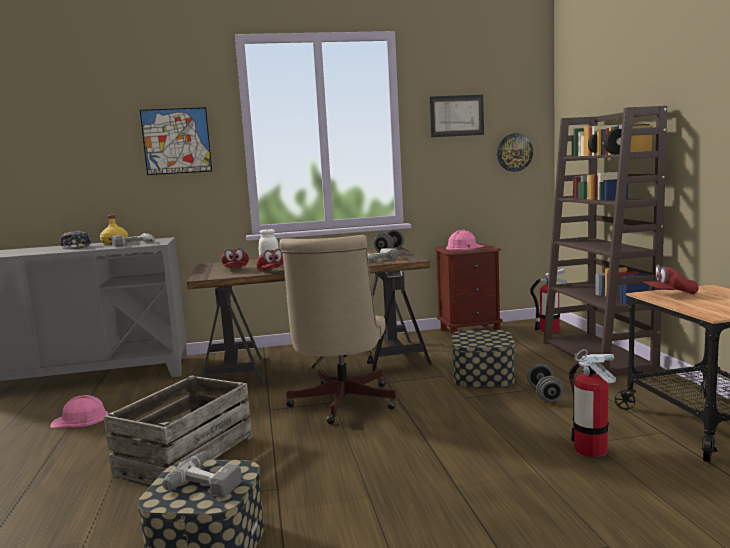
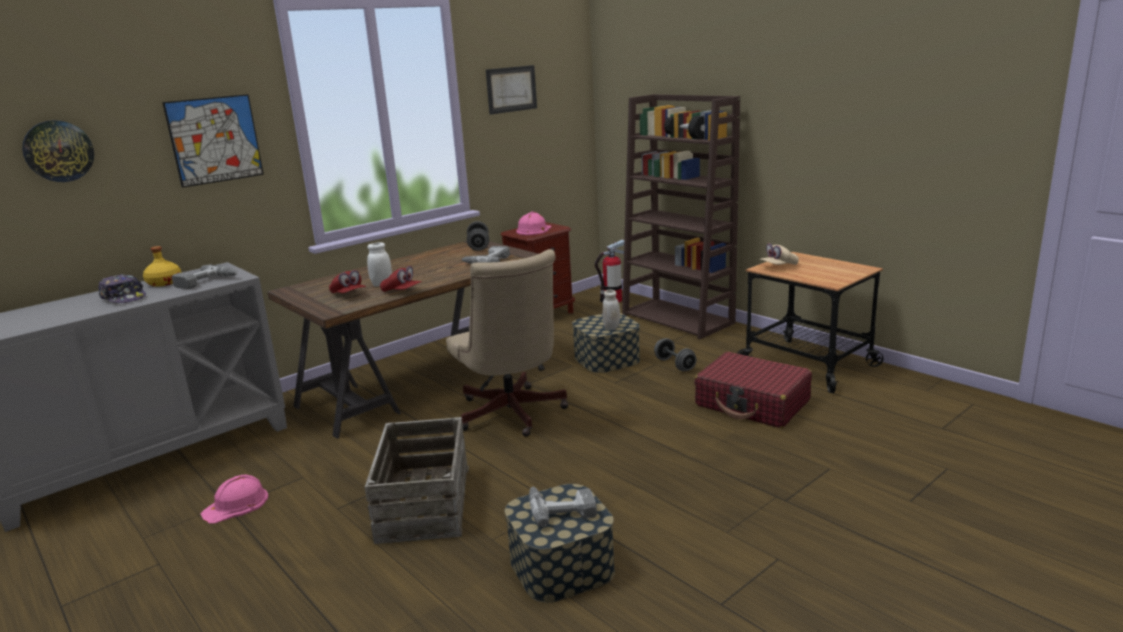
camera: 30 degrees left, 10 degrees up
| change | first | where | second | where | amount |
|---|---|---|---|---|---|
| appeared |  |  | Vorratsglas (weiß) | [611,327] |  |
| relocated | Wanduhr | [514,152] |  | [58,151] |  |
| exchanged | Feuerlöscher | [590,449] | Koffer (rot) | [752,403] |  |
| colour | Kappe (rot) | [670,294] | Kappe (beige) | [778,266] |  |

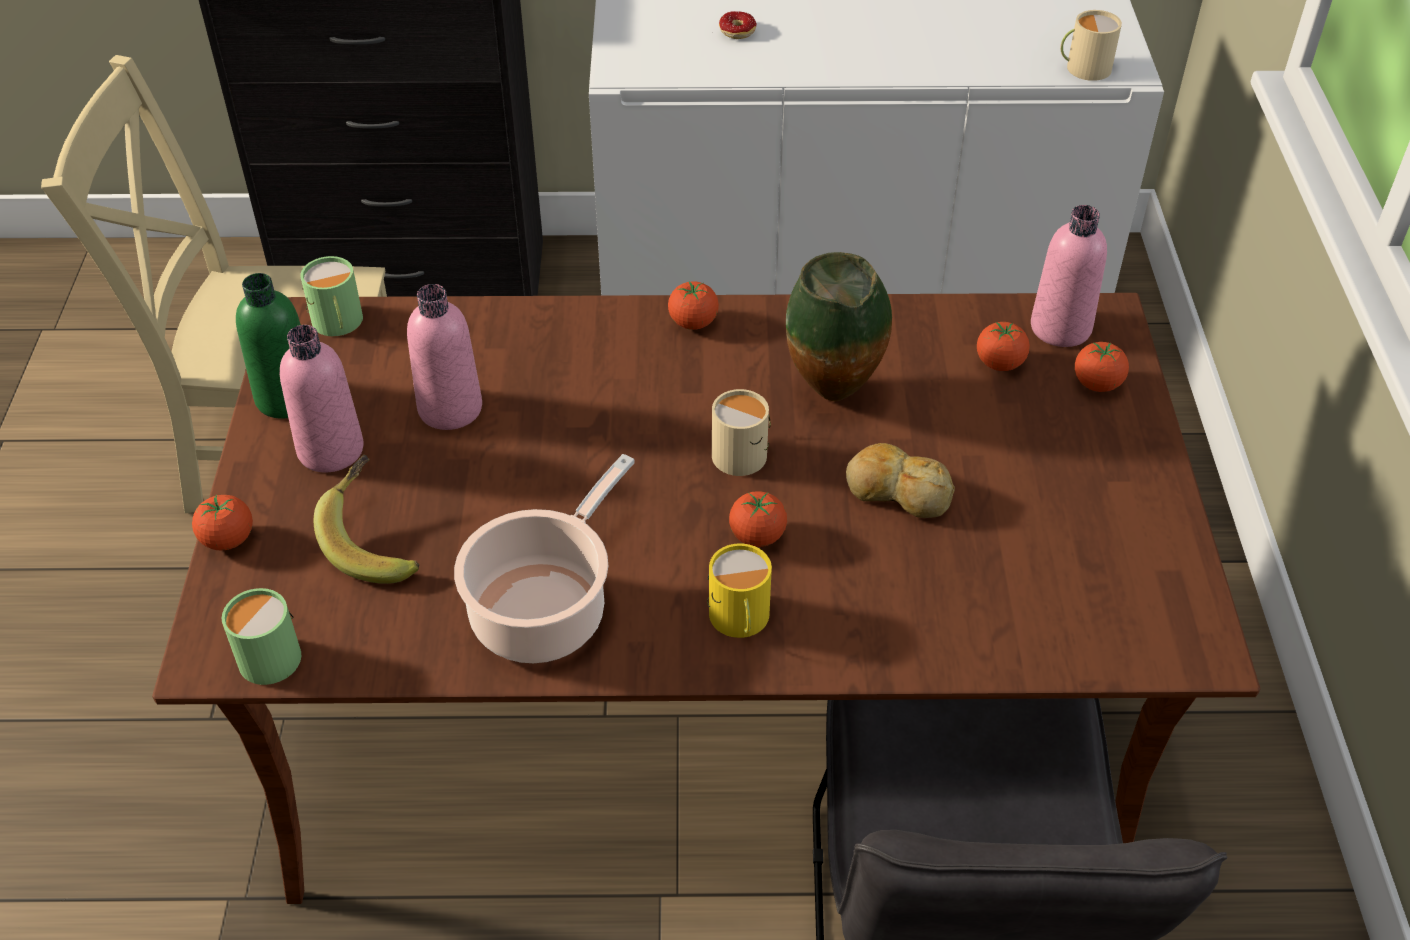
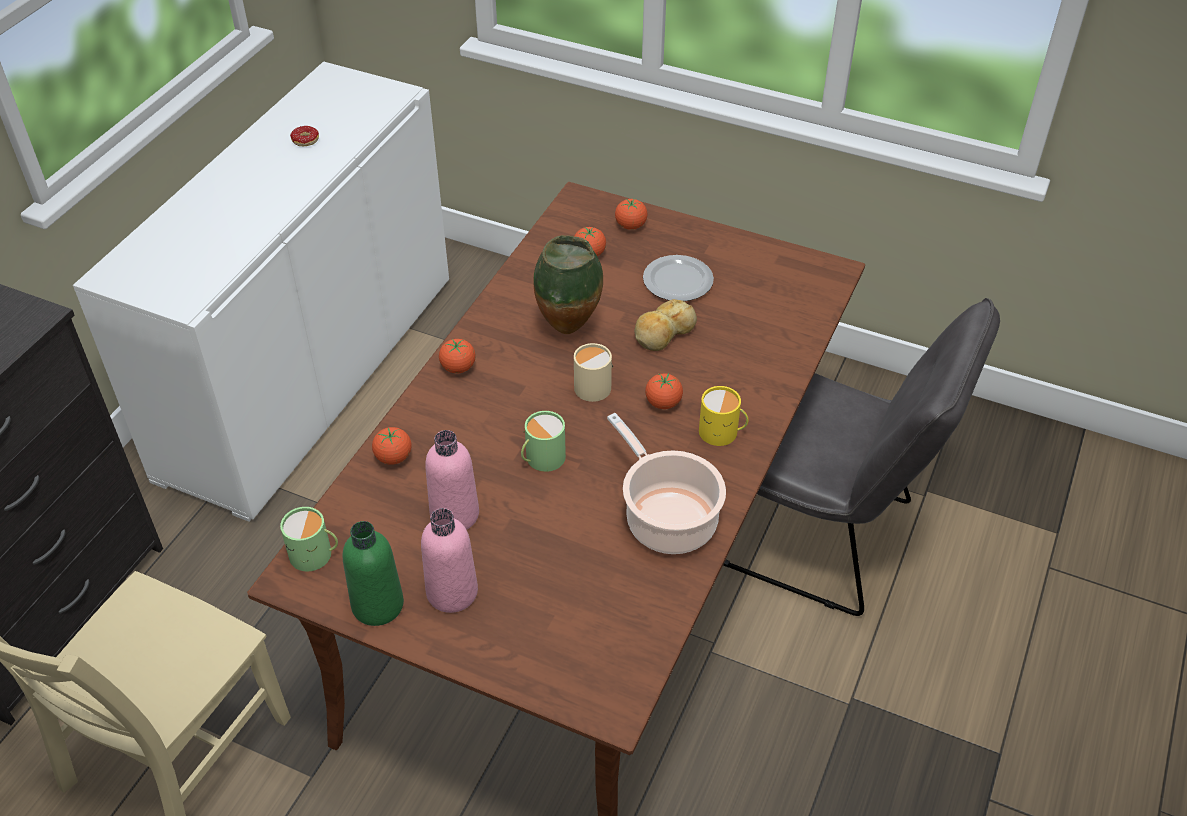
camera: 65 degrees left, 0 degrees up
| change | first | where | second | where | amount |
|---|---|---|---|---|---|
| missing | Banane | [377,541] |  |  |  |
| missing | Flasche (rosa) | [1060,328] |  |  |  |
| missing | Henkelbecher (beige) | [1083,67] |  |  |  |
| appeared |  |  | Teller | [678,280] |  |
| relocated | Tomate | [228,540] |  | [393,457] |  |
| relocated | Henkelbecher (grün) | [264,655] |  | [541,458] |  |
| relocated | Donut | [731,33] |  | [304,143] |  |

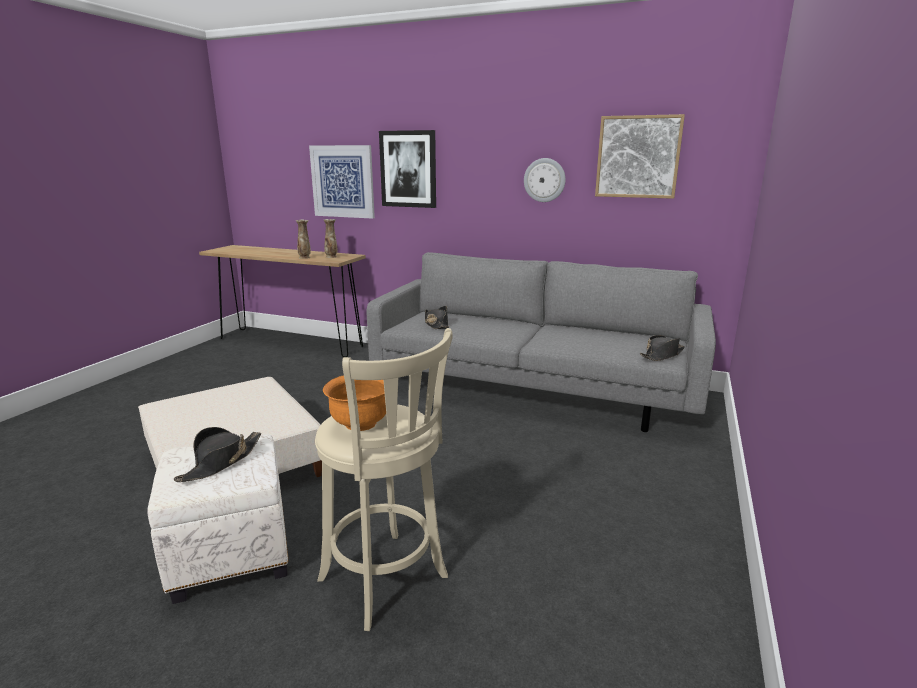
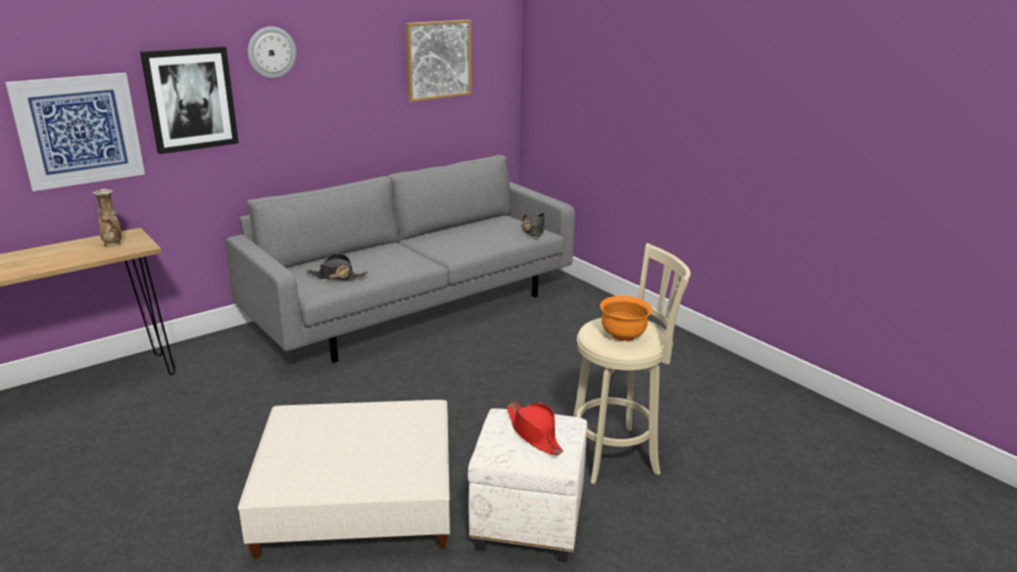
camera: 60 degrees left, 5 degrees up
| change | first | where | second | where | amount |
|---|---|---|---|---|---|
| missing | Vase | [304,257] |  |  |  |
| relocated | Wanduhr | [544,180] |  | [271,52] |  |
| colour | Hut (schwarz) | [221,462] | Hut (rot) | [534,433] |  |

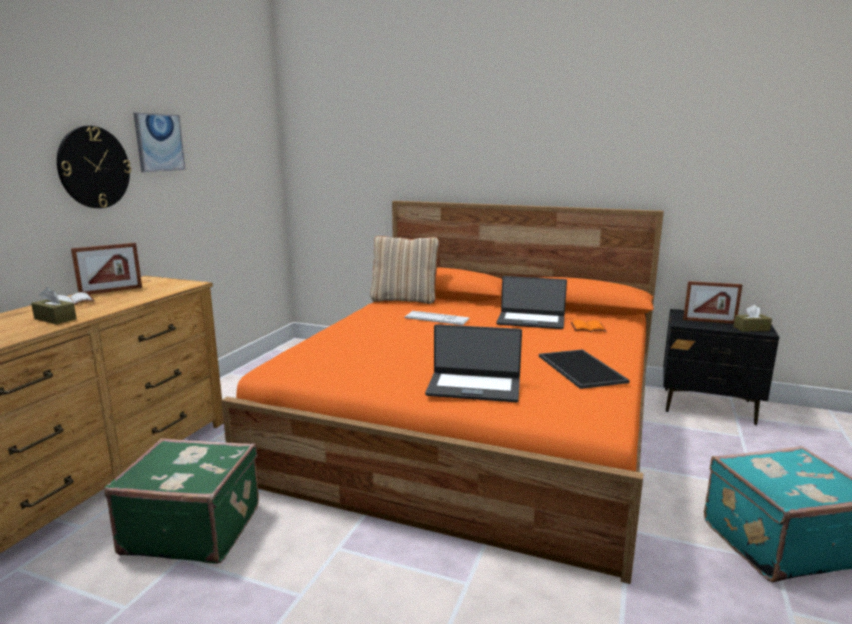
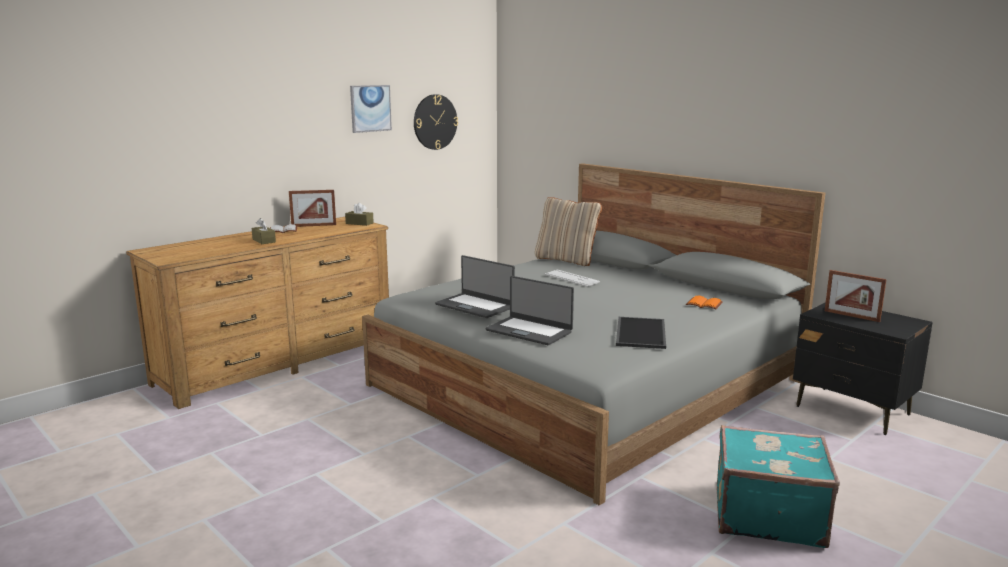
camera: 25 degrees right, 0 degrees up
| change | first | where | second | where | amount |
|---|---|---|---|---|---|
| missing | Koffer (grün) | [193,528] |  |  |  |
| relocated | Wanduhr | [94,167] |  | [435,122] |  |
| relocated | Laptop | [531,321] |  | [475,306] |  |
| relocated | Taschentuchbox (braun) | [751,329] |  | [359,223] |  |
| colour | Bett (orange) | [473,426] | Bett (grau) | [587,383] |  |

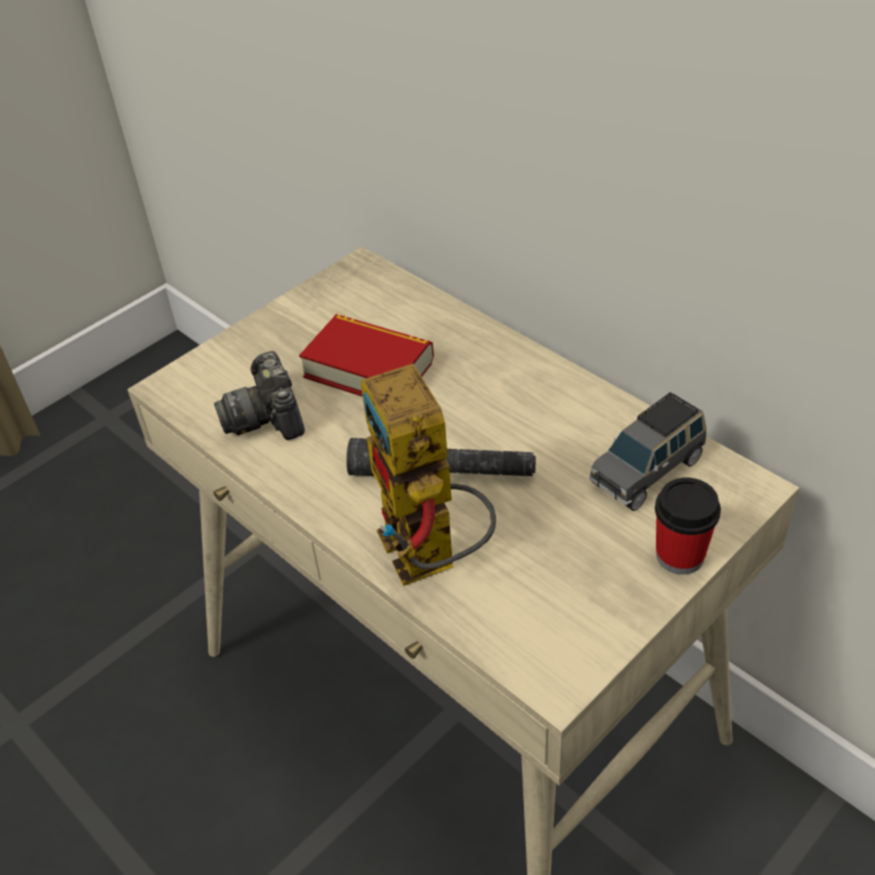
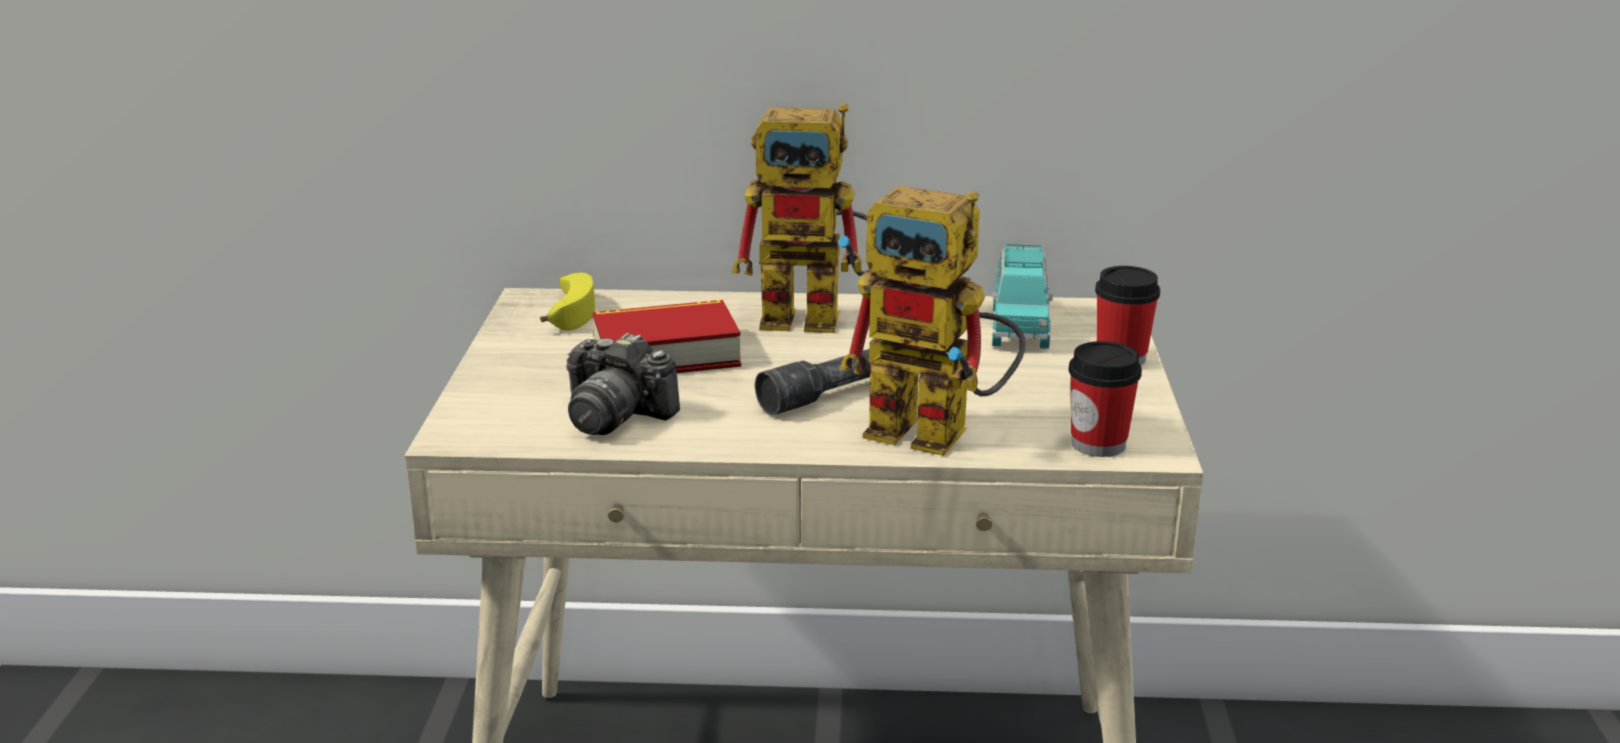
camera: 45 degrees left, 20 degrees down
| change | first | where | second | where | amount |
|---|---|---|---|---|---|
| appeared |  |  | Banane | [567,311] |  |
| appeared |  |  | Spielzeugroboter | [819,318] |  |
| appeared |  |  | Tasse | [1098,444] |  |
| colour | Spielzeugauto (grau) | [647,471] | Spielzeugauto (türkis) | [1020,327] |  |

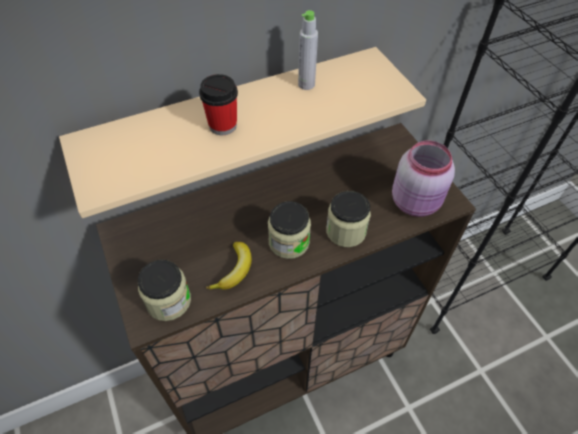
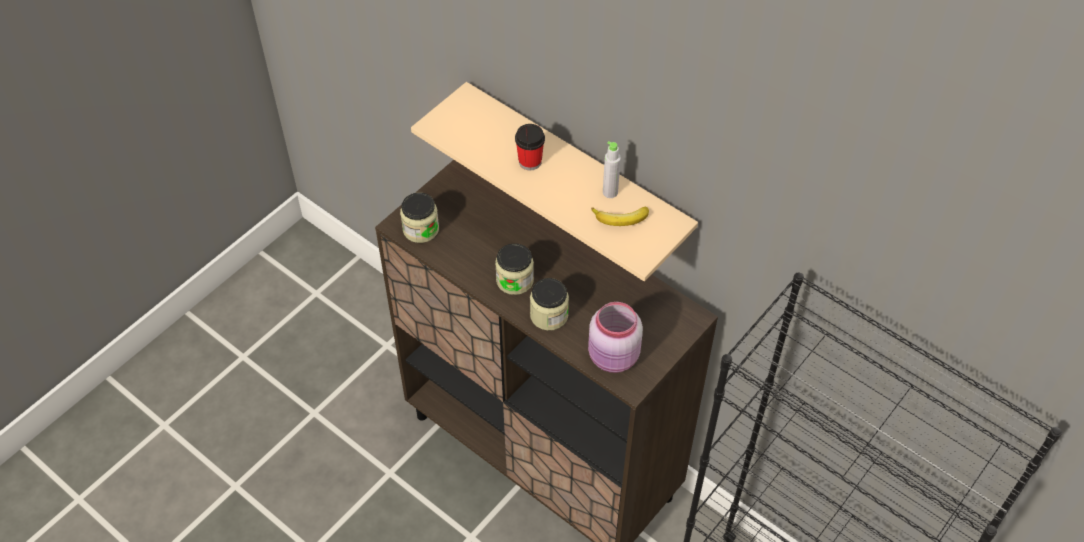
camera: 65 degrees right, 0 degrees up
| change | first | where | second | where | amount |
|---|---|---|---|---|---|
| relocated | Banane | [234,270] |  | [620,220] |  |

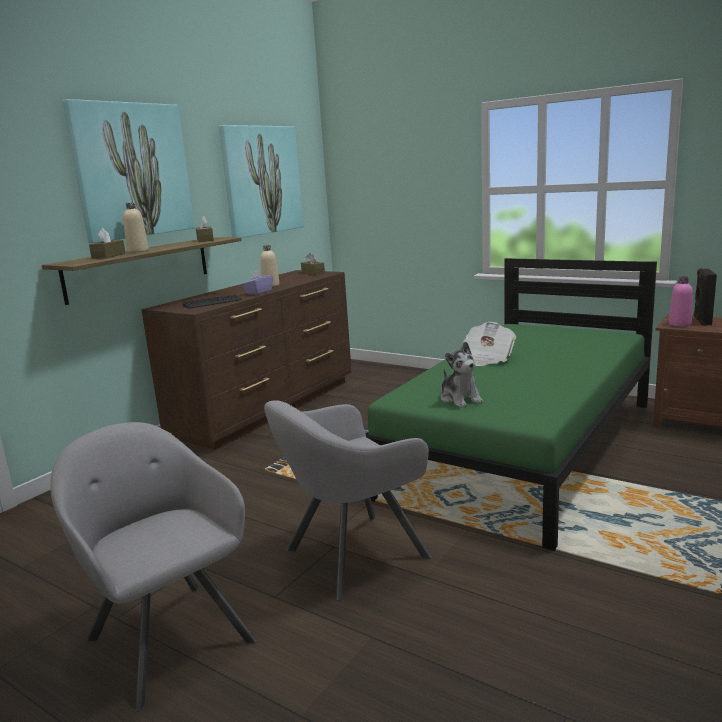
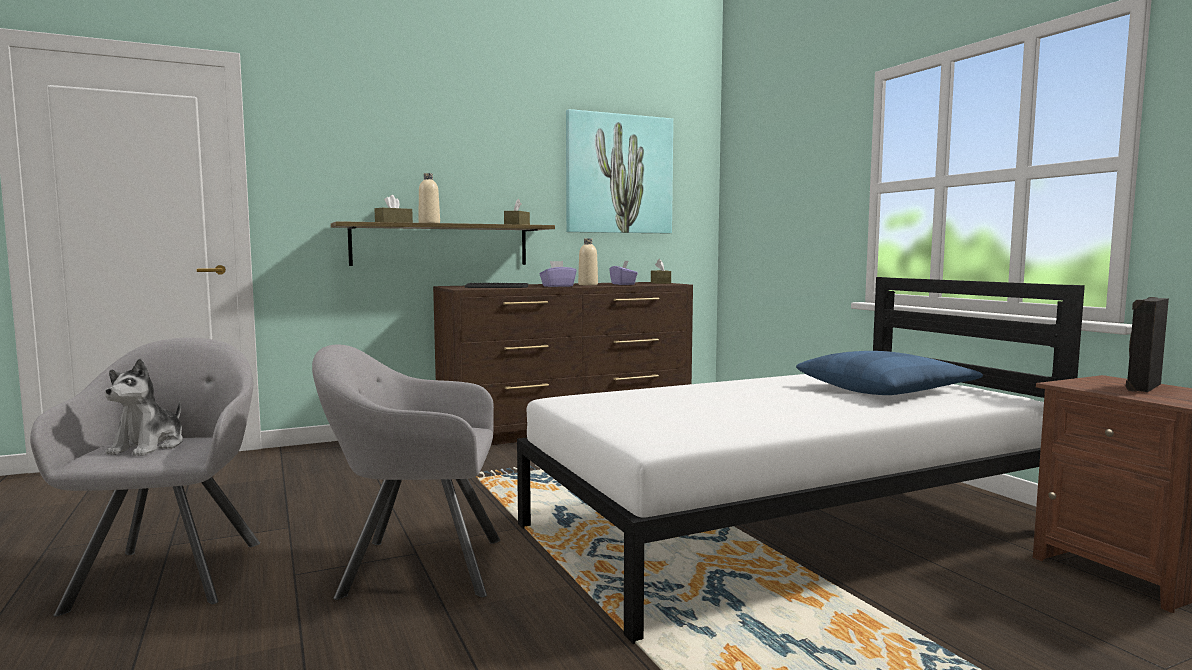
camera: 30 degrees right, 10 degrees down
| change | first | where | second | where | amount |
|---|---|---|---|---|---|
| missing | Bild | [132,170] |  |  |  |
| missing | Zeitung | [488,358] |  |  |  |
| missing | Flasche (rosa) | [679,324] |  |  |  |
| appeared |  |  | Taschentuchbox (lila) | [623,284] |  |
| appeared |  |  | Kissen (blau) | [885,390] |  |
| relocated | Plüschtier | [460,399] |  | [149,447] |  |
| colour | Bett (grün) | [524,447] | Bett (weiß) | [788,528] |  |

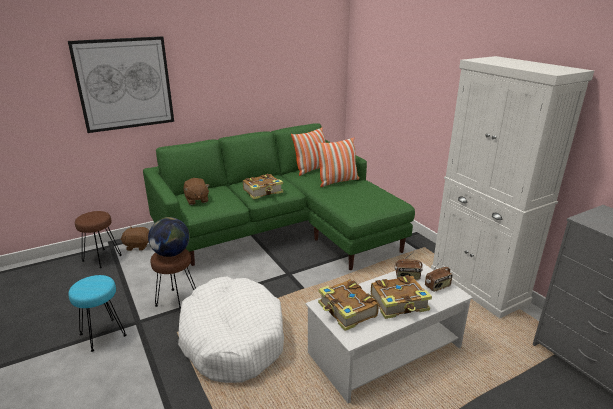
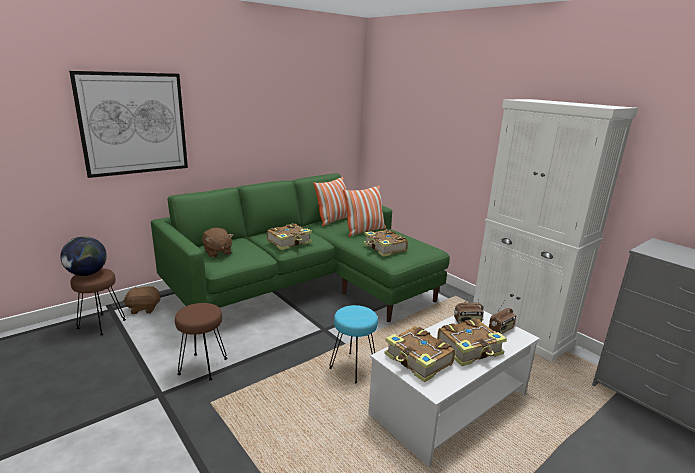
camera: 10 degrees left, 5 degrees down
| change | first | where | second | where | amount |
|---|---|---|---|---|---|
| missing | Hundebett (weiß) | [232,338] |  |  |  |
| appeared |  |  | Buch | [384,248] |  |
| relocated | Hocker (türkis) | [104,334] |  | [353,368] |  |
| relocated | Globus | [171,253] |  | [87,274] |  |

